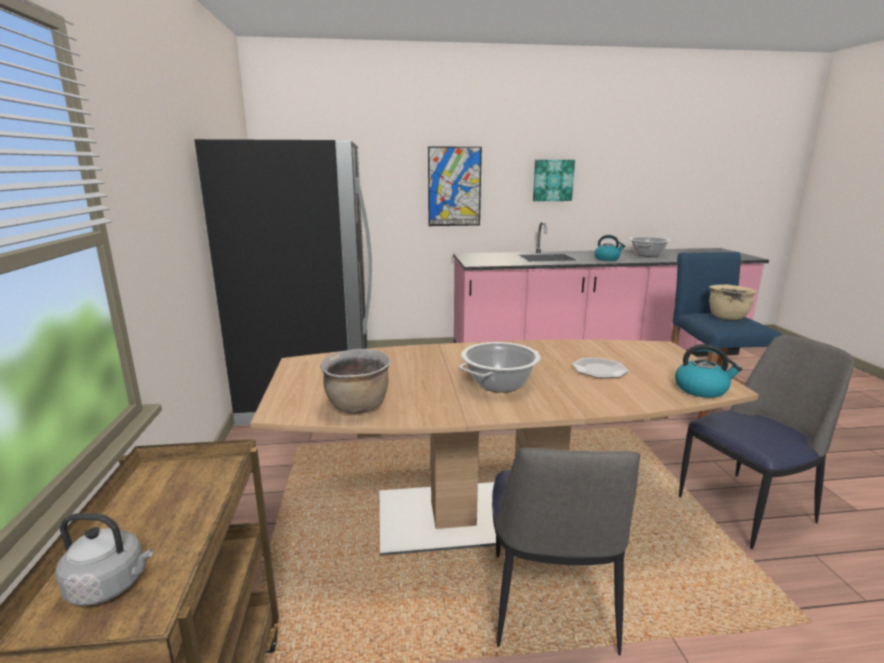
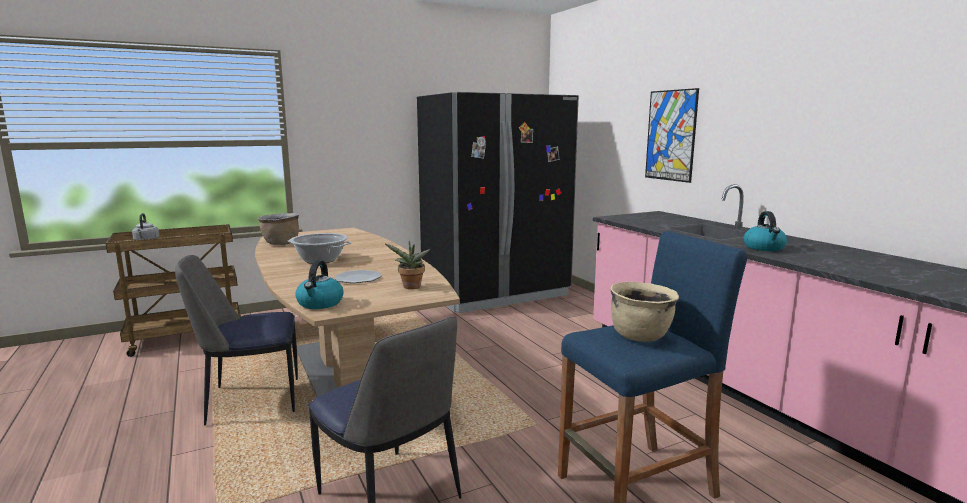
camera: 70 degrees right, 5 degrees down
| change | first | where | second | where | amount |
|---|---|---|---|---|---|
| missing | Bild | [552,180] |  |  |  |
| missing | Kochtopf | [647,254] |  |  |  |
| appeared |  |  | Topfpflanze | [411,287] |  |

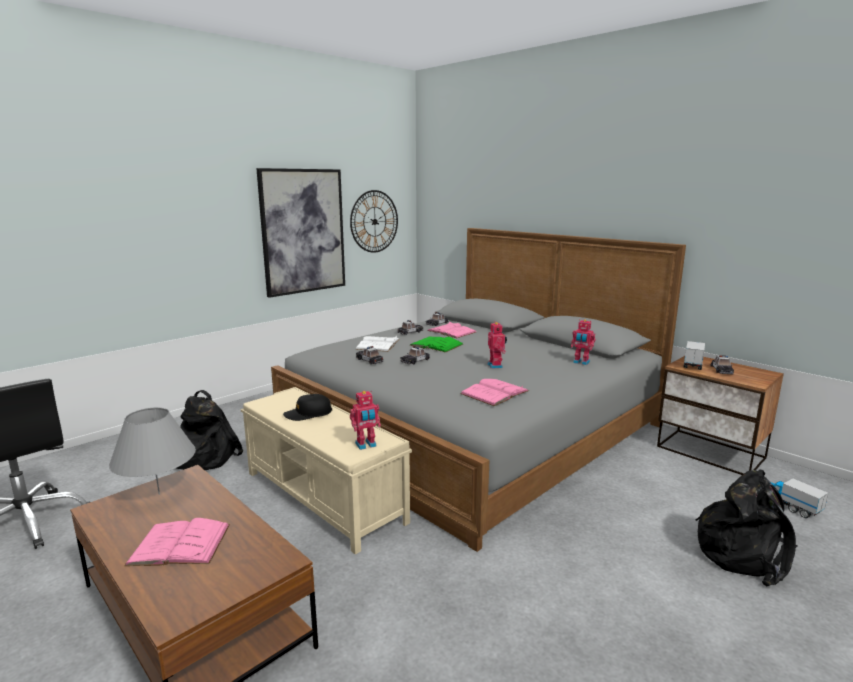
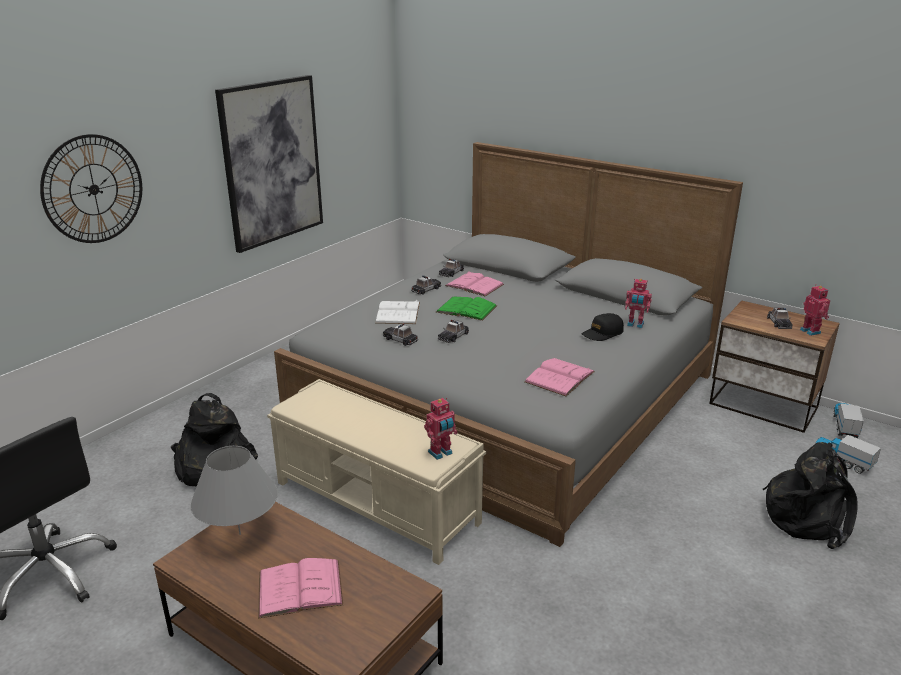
camera: 10 degrees left, 10 degrees up
| change | first | where | second | where | amount |
|---|---|---|---|---|---|
| relocated | Kappe (schwarz) | [308,414] |  | [602,333] |  |
| relocated | Wanduhr | [374,221] |  | [93,189] |  |
| relocated | Spielzeugroboter | [496,365] |  | [811,331] |  |
| relocated | Spielzeuglaster | [693,364] |  | [844,427] |  |

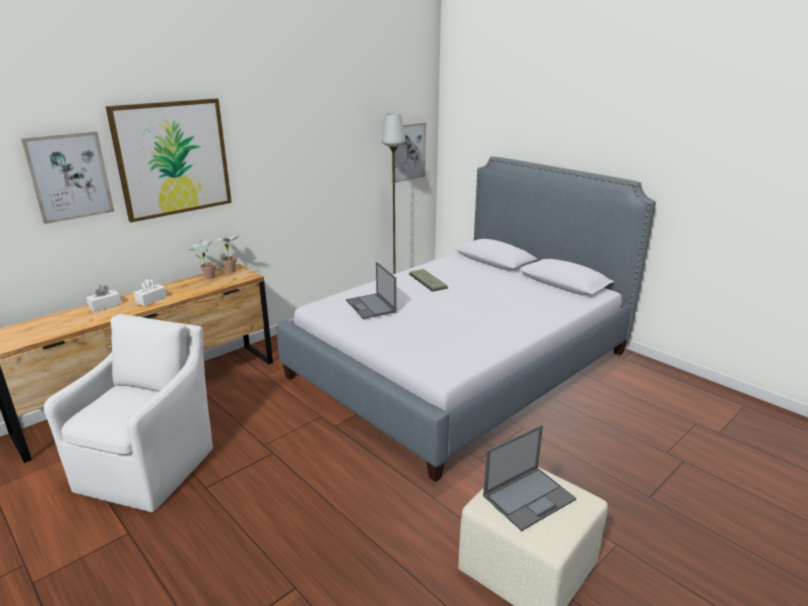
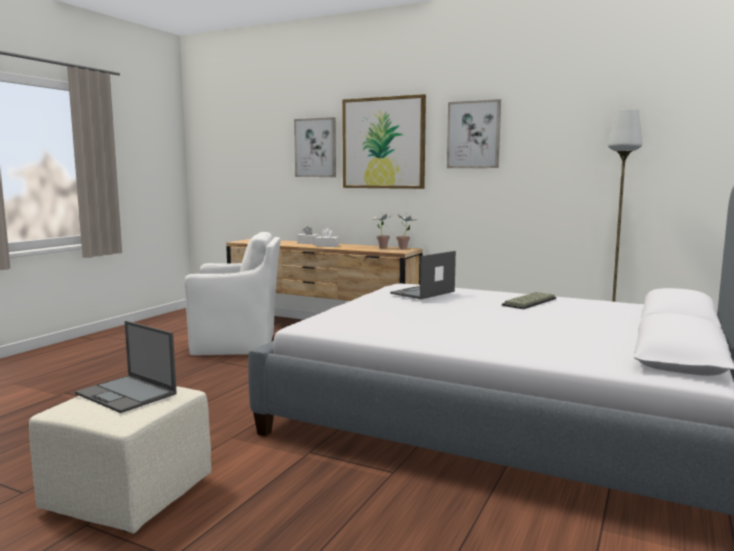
camera: 70 degrees right, 15 degrees down
| change | first | where | second | where | amount |
|---|---|---|---|---|---|
| relocated | Bild | [407,152] |  | [473,134] |  |

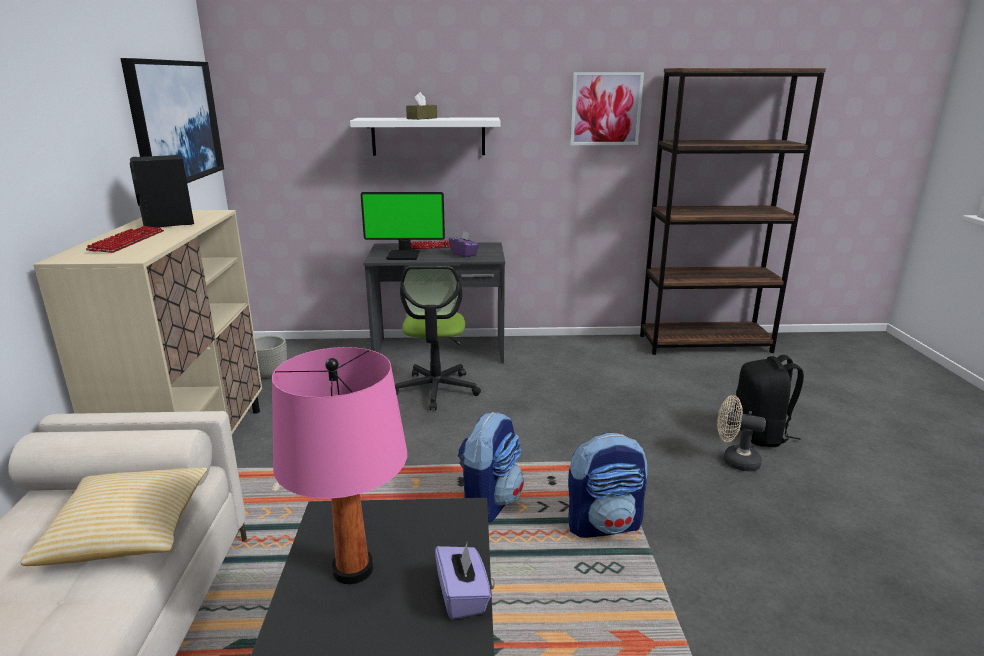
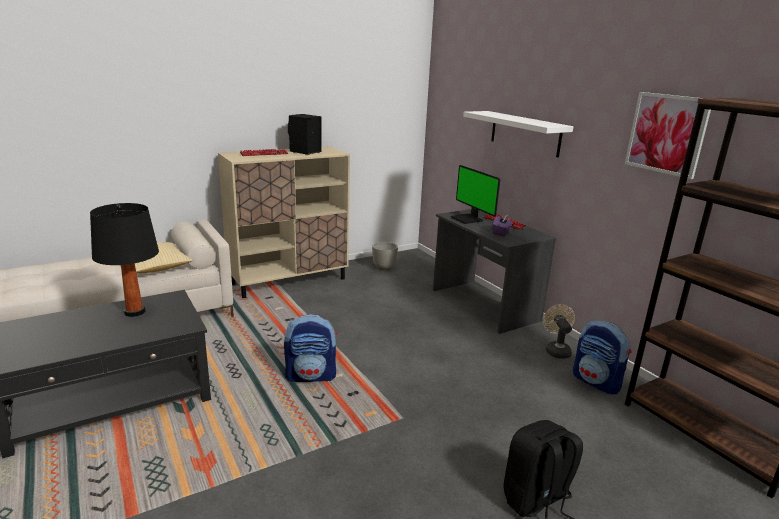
camera: 60 degrees right, 0 degrees up
| change | first | where | second | where | amount |
|---|---|---|---|---|---|
| missing | Bild | [175,122] |  |  |  |
| missing | Bürostuhl | [436,390] |  |  |  |
| missing | Taschentuchbox (braun) | [422,118] |  |  |  |
| missing | Taschentuchbox (lila) | [462,596] |  |  |  |
| relocated | Rucksack | [604,524] |  | [597,382] |  |
| relocated | Ventilator (beige) | [734,460] |  | [556,350] |  |
| colour | Tischlampe (rosa) | [353,569] | Tischlampe (schwarz) | [135,312] |  |

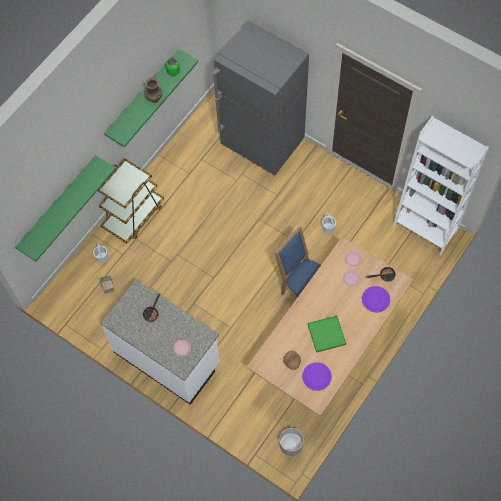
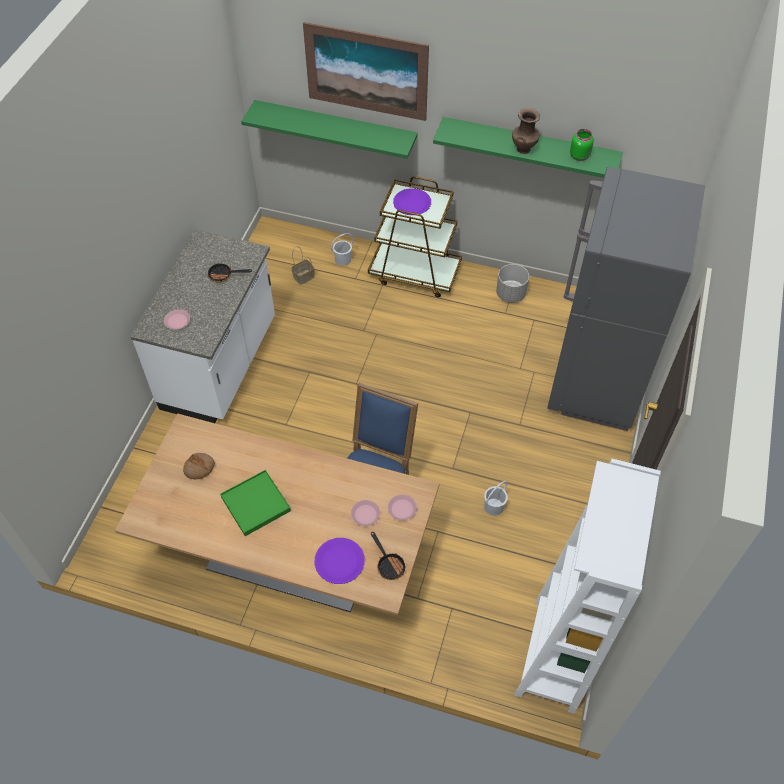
camera: 70 degrees right, 10 degrees down
| change | first | where | second | where | amount |
|---|---|---|---|---|---|
| appeared |  |  | Bild | [366,71] |  |
| relocated | Pflanzkübel (grau) | [290,445] |  | [510,294] |  |
| relocated | Teller (lila) | [316,377] |  | [412,203] |  |

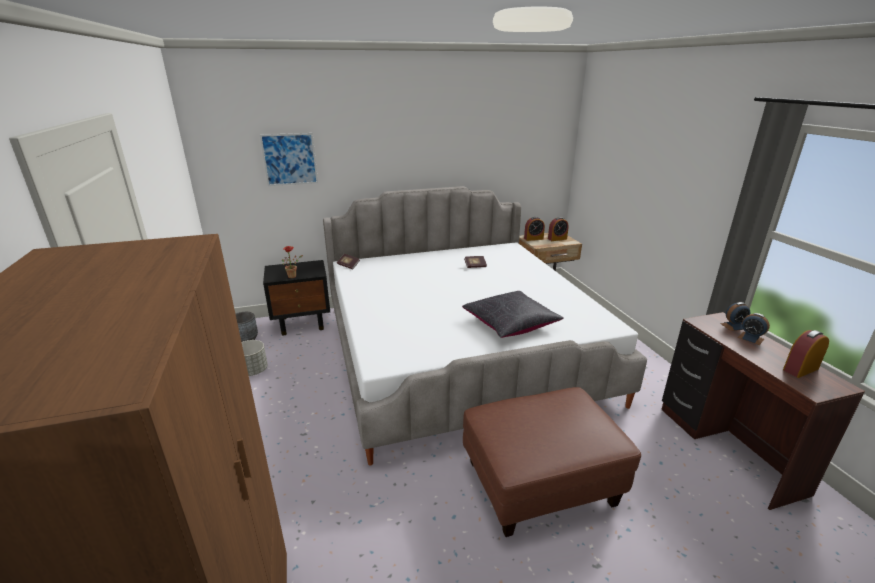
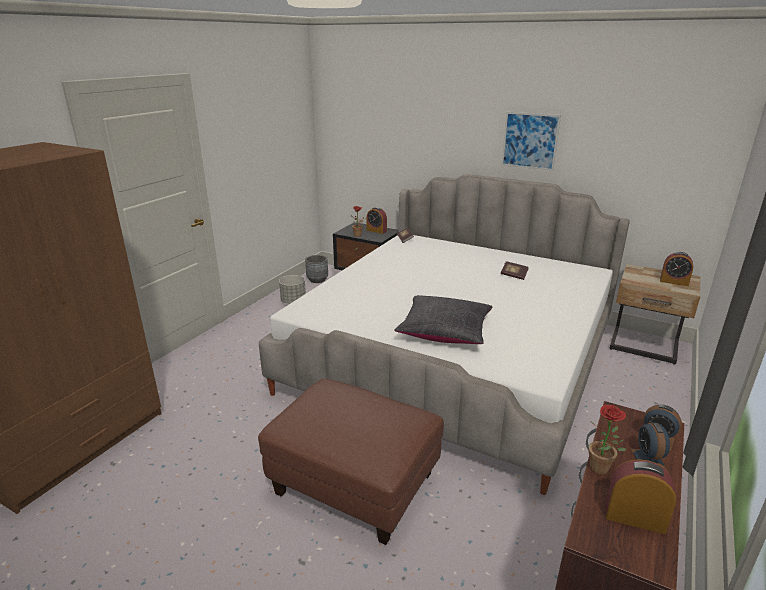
camera: 45 degrees right, 0 degrees up
| change | first | where | second | where | amount |
|---|---|---|---|---|---|
| appeared |  |  | Topfpflanze | [602,471] |  |
| relocated | Bild | [289,159] |  | [530,141] |  |
| relocated | Wecker | [533,238] |  | [376,231] |  |

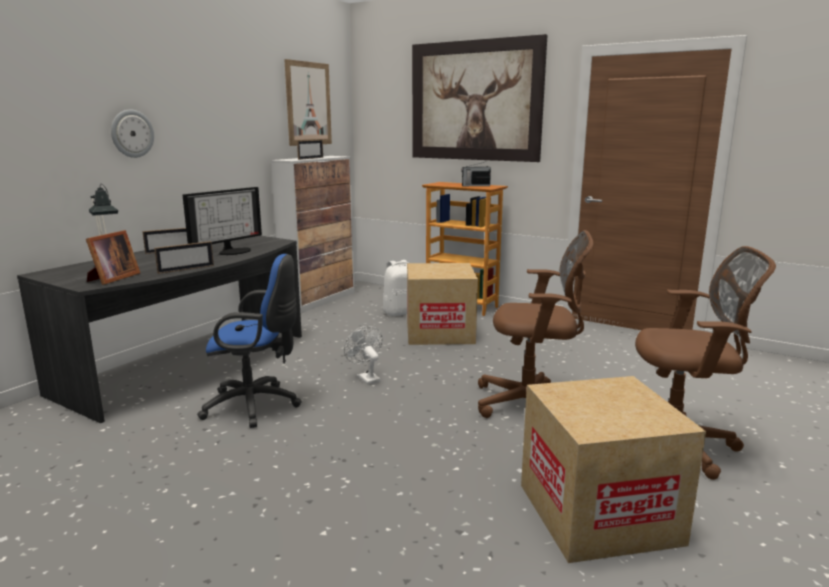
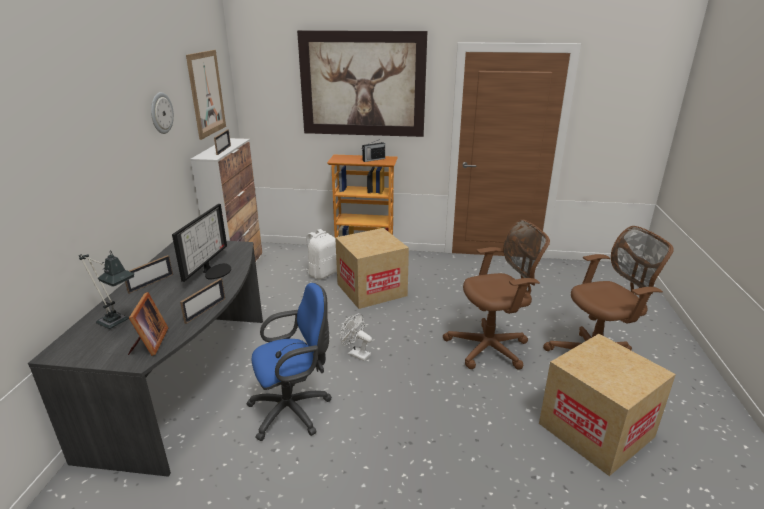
camera: 25 degrees left, 10 degrees up
| change | first | where | second | where | amount |
|---|---|---|---|---|---|
| relocated | Wanduhr | [132,133] |  | [161,113] |  |

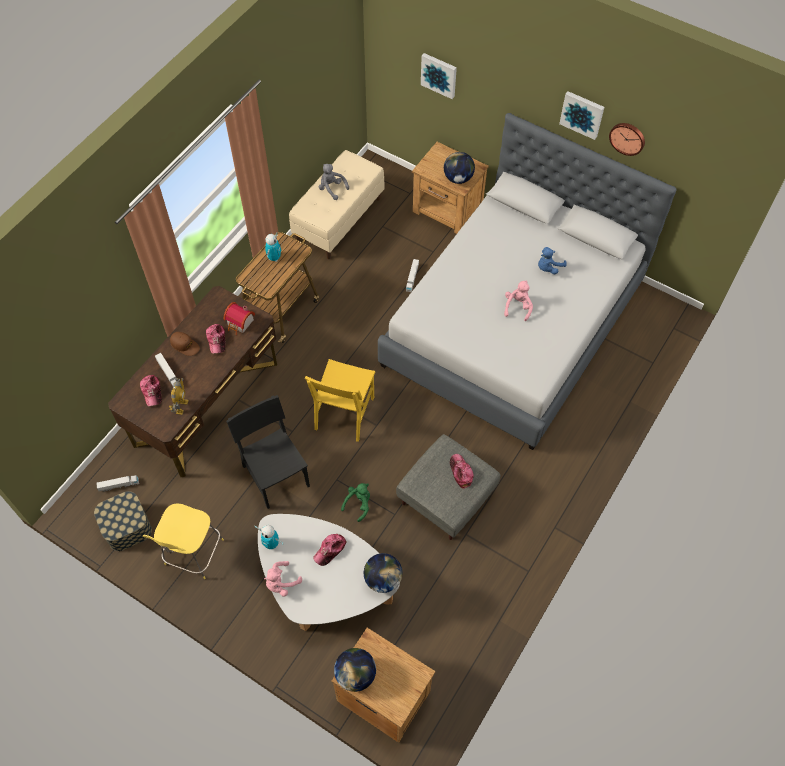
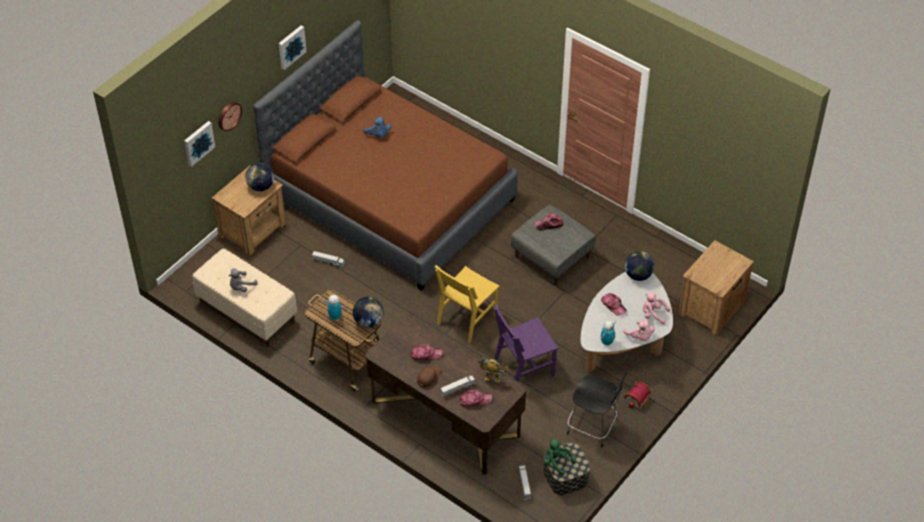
camera: 85 degrees left, 10 degrees down
| change | first | where | second | where | amount |
|---|---|---|---|---|---|
| relocated | Spielzeughaus | [240,324] |  | [638,400] |  |
| relocated | Globus | [355,674] |  | [368,321] |  |
| relocated | Plüschtier (grün) | [358,504] |  | [556,462] |  |
| relocated | Plüschtier (rosa) | [517,307] |  | [653,314] |  |
| relocated | Wanduhr | [627,138] |  | [228,115] |  |
| colour | Hocker (gelb) | [193,554] | Hocker (schwarz) | [593,427] |  |
| colour | Stuhl (schwarz) | [276,475] | Stuhl (lila) | [523,368] |  |
| colour | Bett (grau) | [513,324] | Bett (braun) | [390,198] |  |
| spun | Stuhl (gelb) | [344,413] |  | [466,318] | 105 degrees clockwise |

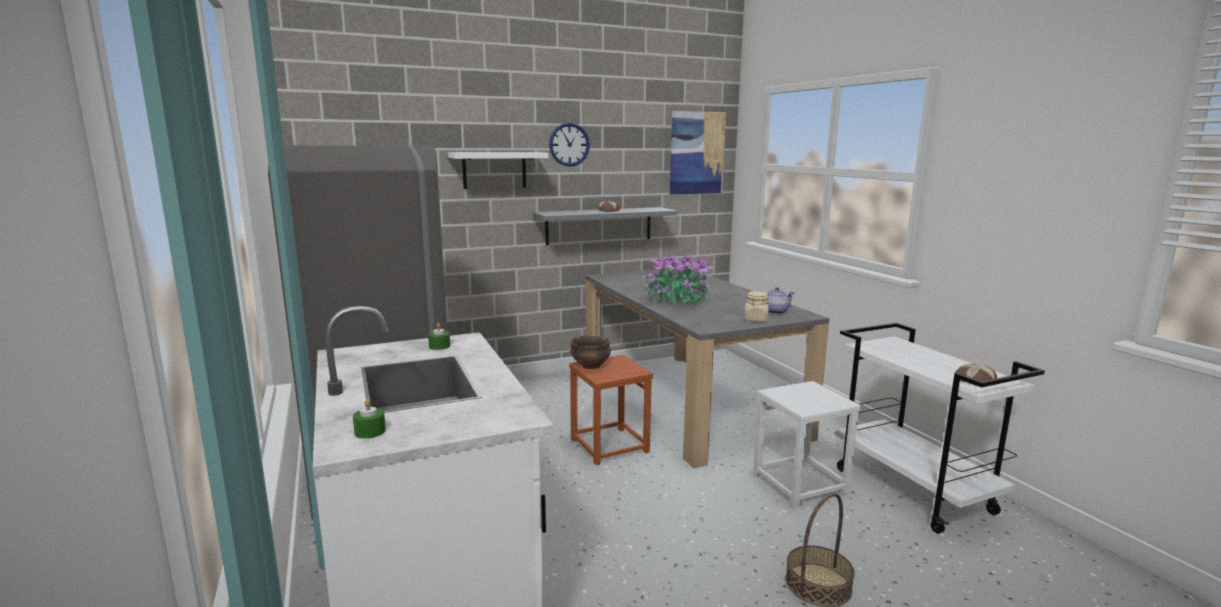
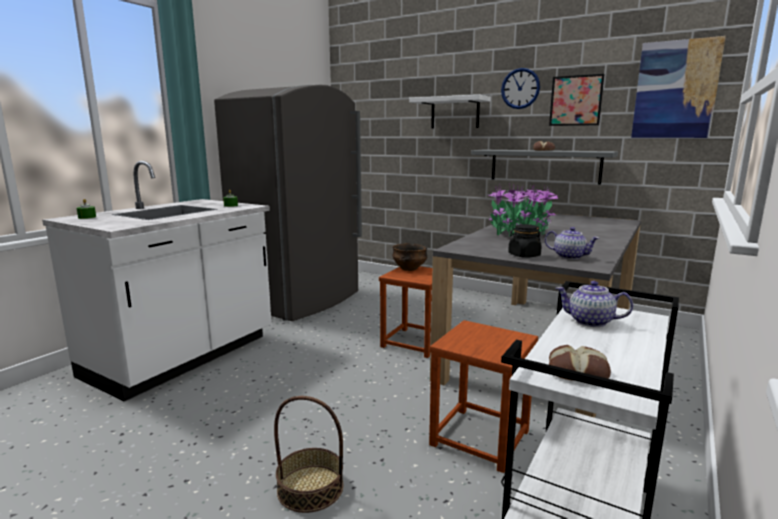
camera: 55 degrees right, 0 degrees up
| change | first | where | second | where | amount |
|---|---|---|---|---|---|
| appeared |  |  | Bild | [576,100] |  |
| appeared |  |  | Teekanne | [589,322] |  |
| colour | Vorratsglas (beige) | [756,319] | Vorratsglas (schwarz) | [524,255] |  |
| colour | Hocker (weiß) | [800,483] | Hocker (braun) | [479,438] |  |

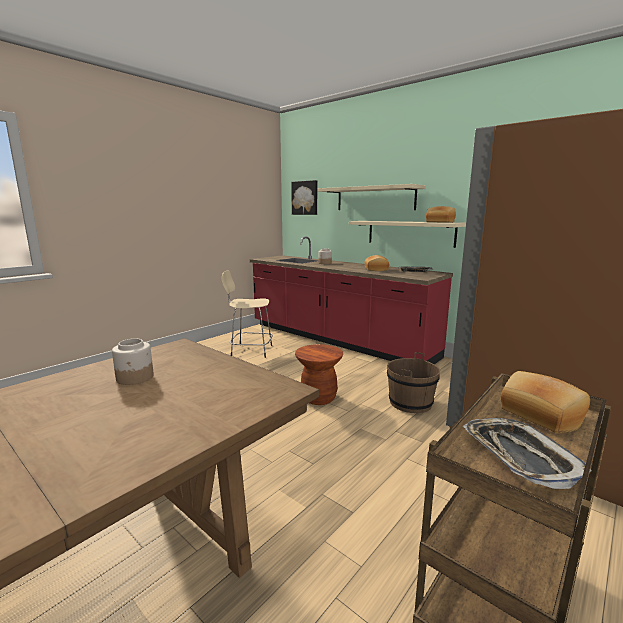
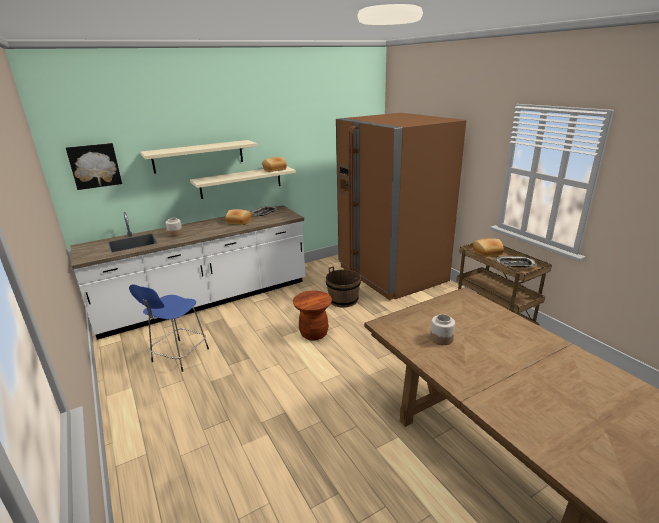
camera: 70 degrees left, 10 degrees up
| change | first | where | second | where | amount |
|---|---|---|---|---|---|
| colour | Hocker (beige) | [250,350] | Hocker (blau) | [179,356] |  |
| colour | Küchenzeile (rot) | [337,340] | Küchenzeile (weiß) | [207,301] |  |

